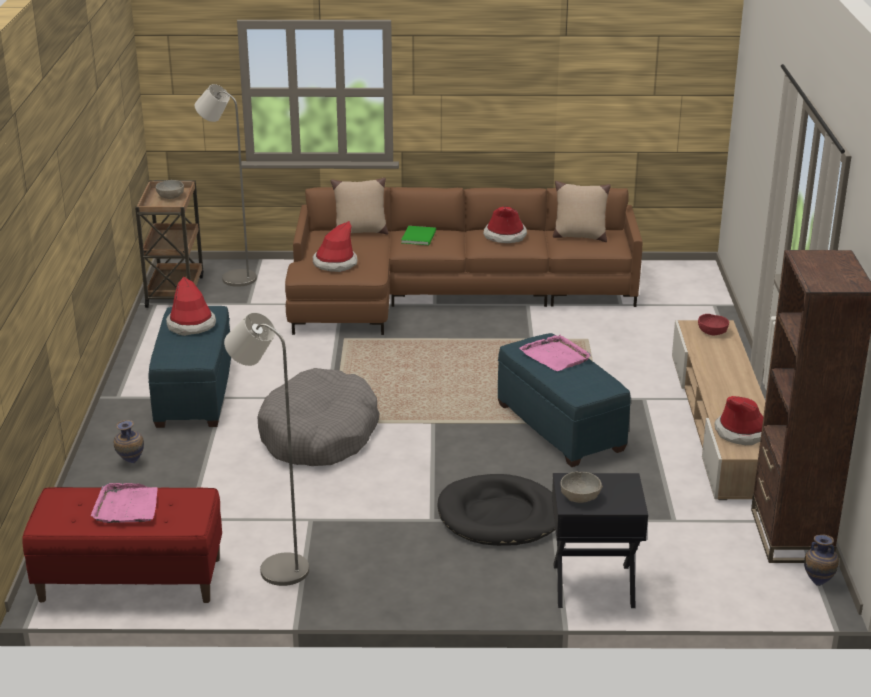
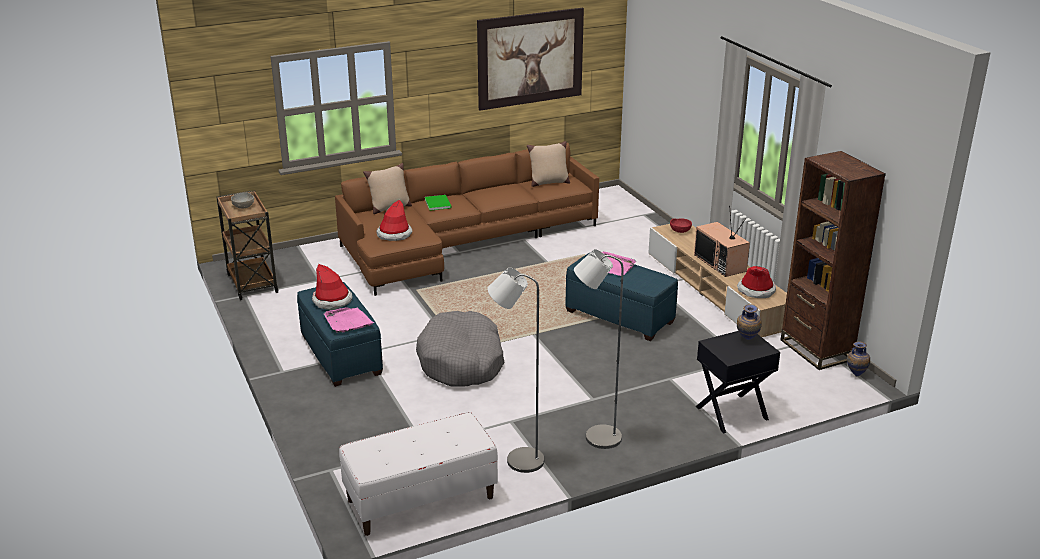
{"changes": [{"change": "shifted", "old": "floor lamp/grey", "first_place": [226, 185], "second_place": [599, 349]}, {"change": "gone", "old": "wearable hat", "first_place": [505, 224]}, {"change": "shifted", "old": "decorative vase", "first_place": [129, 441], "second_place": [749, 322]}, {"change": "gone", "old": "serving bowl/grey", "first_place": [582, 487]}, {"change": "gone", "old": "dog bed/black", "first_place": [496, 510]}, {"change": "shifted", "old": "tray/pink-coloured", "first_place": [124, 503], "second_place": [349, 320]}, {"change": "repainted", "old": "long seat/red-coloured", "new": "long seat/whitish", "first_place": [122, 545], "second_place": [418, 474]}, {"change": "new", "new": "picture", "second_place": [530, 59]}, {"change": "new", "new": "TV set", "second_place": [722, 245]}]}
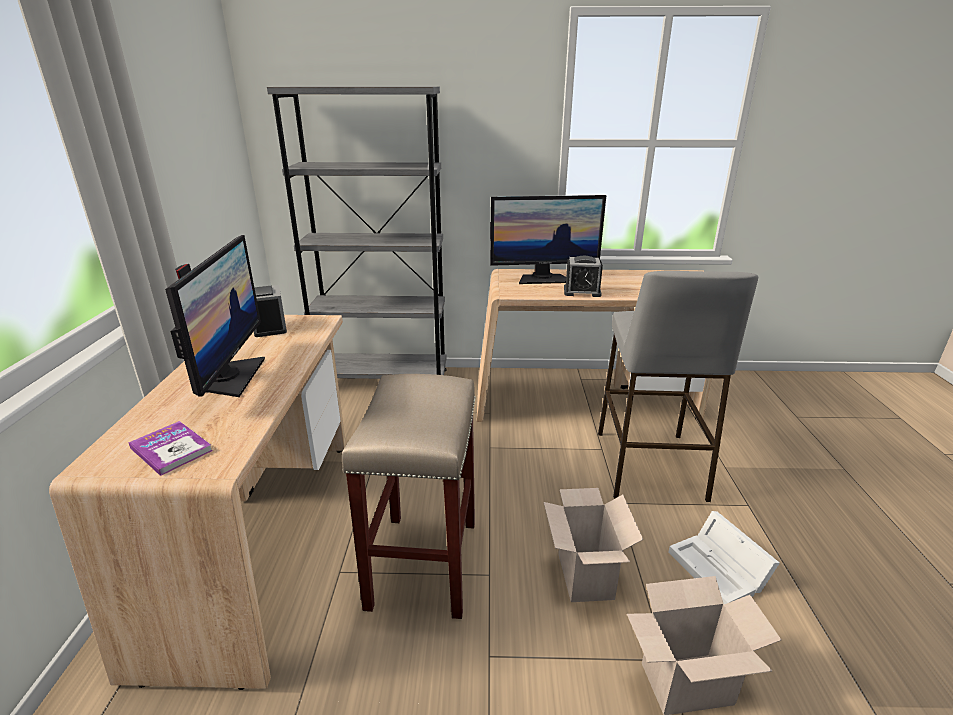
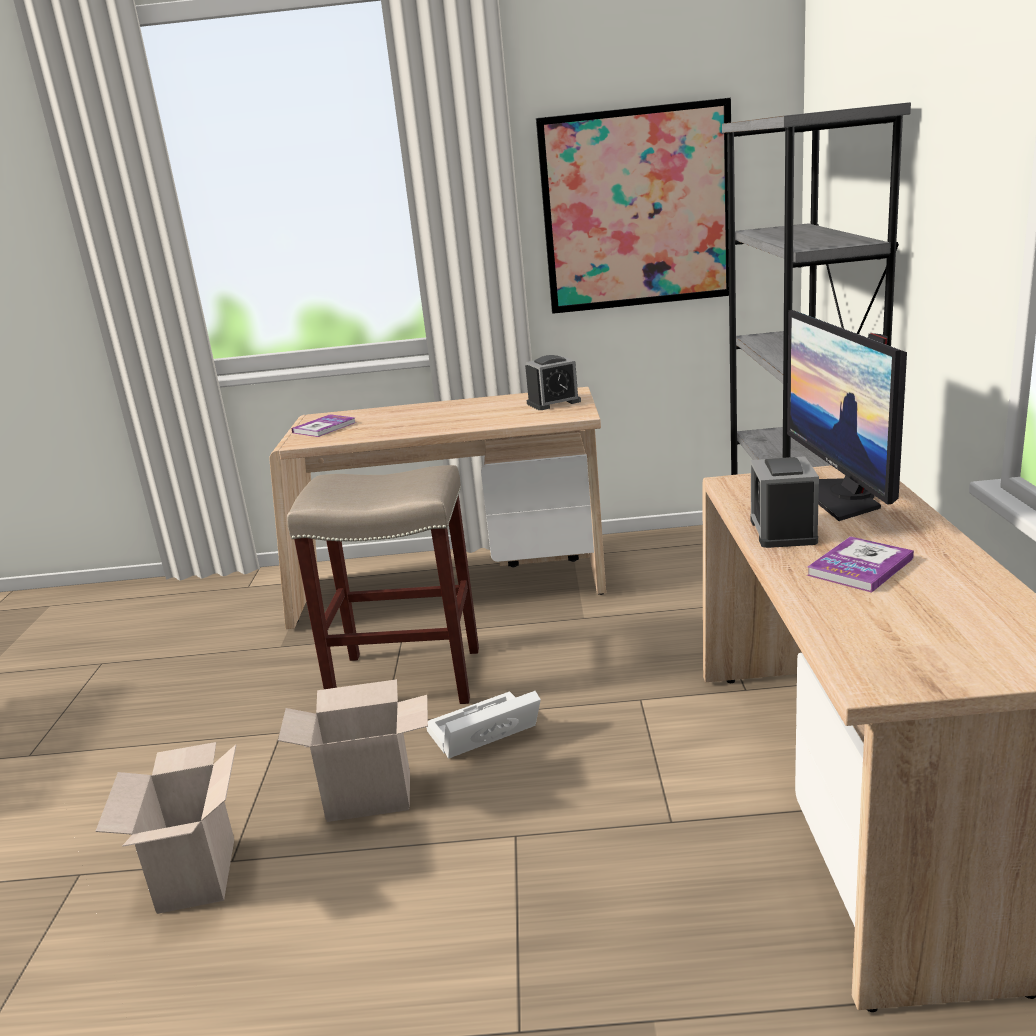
{"changes": [{"change": "gone", "old": "computer display", "first_place": [215, 316]}, {"change": "gone", "old": "stool/grey", "first_place": [678, 386]}, {"change": "shifted", "old": "storage bin/whitish", "first_place": [724, 557], "second_place": [483, 725]}, {"change": "new", "new": "picture", "second_place": [633, 206]}, {"change": "new", "new": "volume", "second_place": [860, 564]}]}
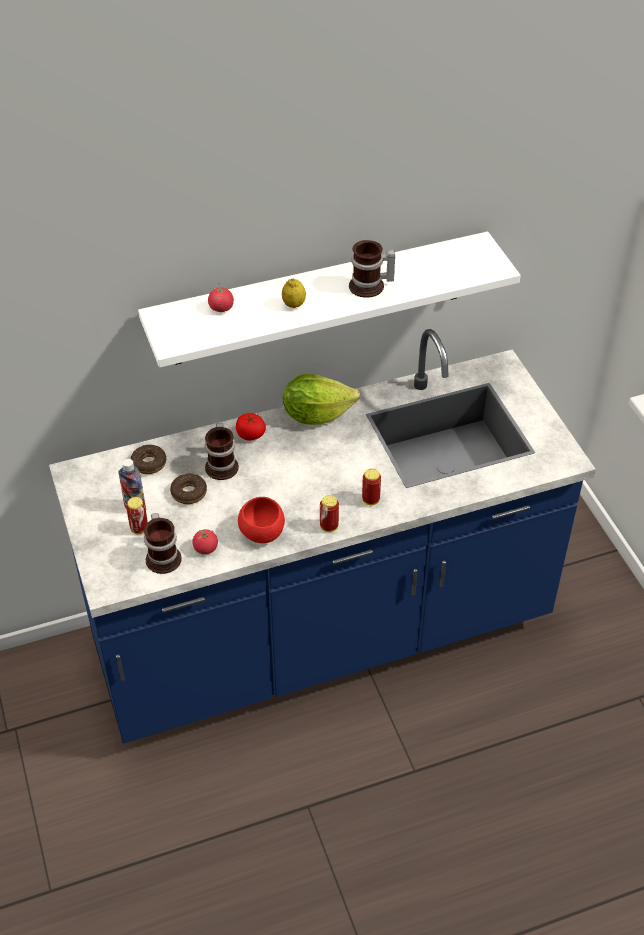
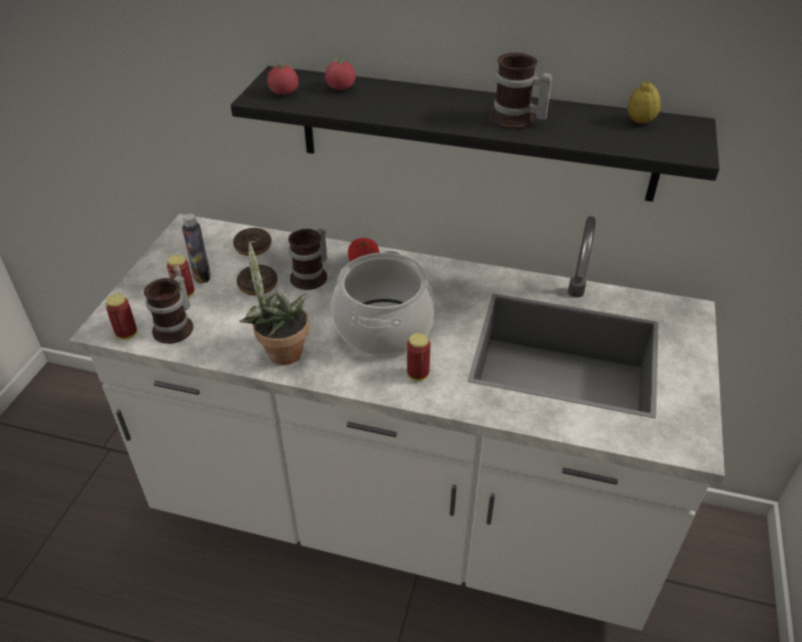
{"changes": [{"change": "repainted", "old": "wall shelf/whitish", "new": "wall shelf/black", "first_place": [329, 299], "second_place": [475, 134]}, {"change": "shifted", "old": "citrus fruit", "first_place": [294, 293], "second_place": [644, 102]}, {"change": "repainted", "old": "kitchen counter/bluish", "new": "kitchen counter/whitish", "first_place": [322, 536], "second_place": [397, 422]}, {"change": "gone", "old": "lettuce", "first_place": [321, 399]}, {"change": "shifted", "old": "can", "first_place": [329, 513], "second_place": [121, 317]}, {"change": "swapped", "old": "serving bowl/red-coloured", "new": "houseplant", "first_place": [261, 520], "second_place": [274, 303]}, {"change": "shifted", "old": "tomato", "first_place": [205, 541], "second_place": [282, 78]}, {"change": "new", "new": "cooking pot", "second_place": [383, 303]}]}
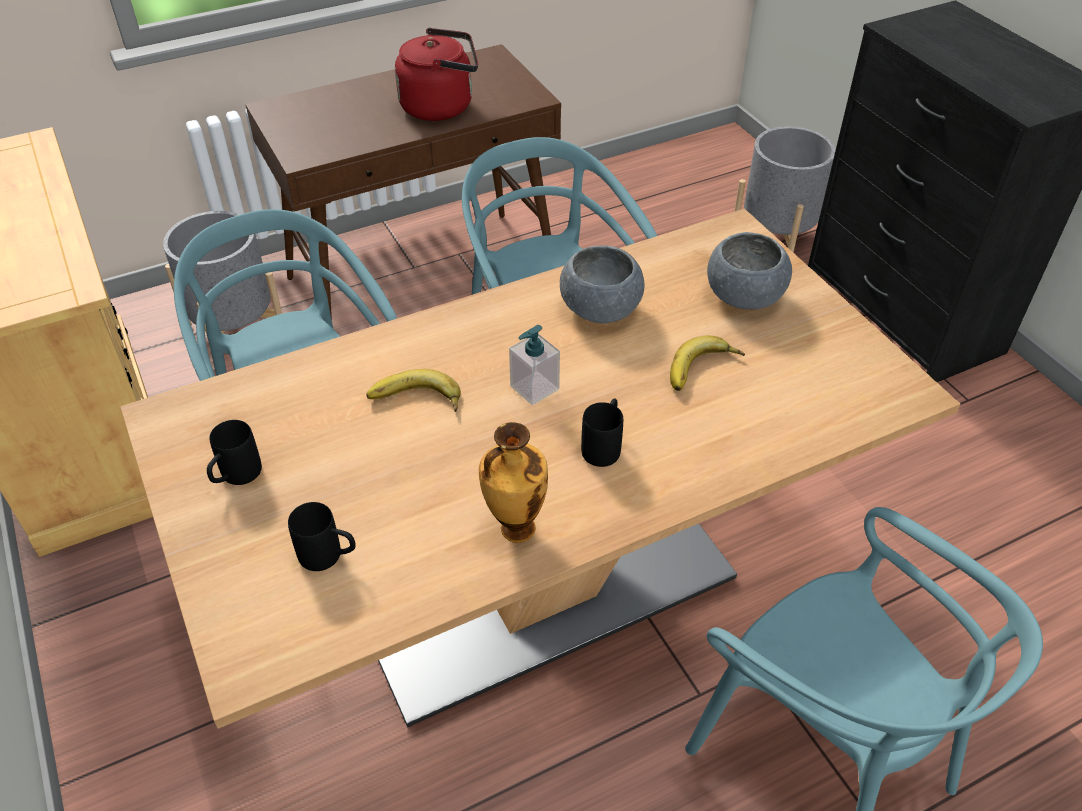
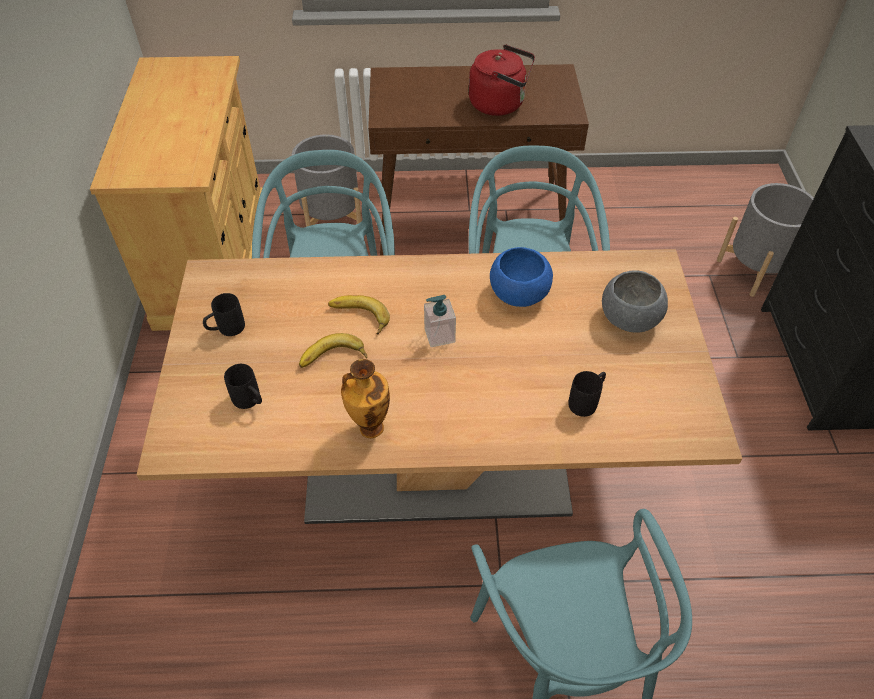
{"changes": [{"change": "repainted", "old": "serving bowl/grey", "new": "serving bowl/bluish", "first_place": [602, 284], "second_place": [521, 277]}, {"change": "shifted", "old": "banana", "first_place": [707, 363], "second_place": [333, 350]}, {"change": "shifted", "old": "tea mug/black", "first_place": [602, 432], "second_place": [587, 394]}]}
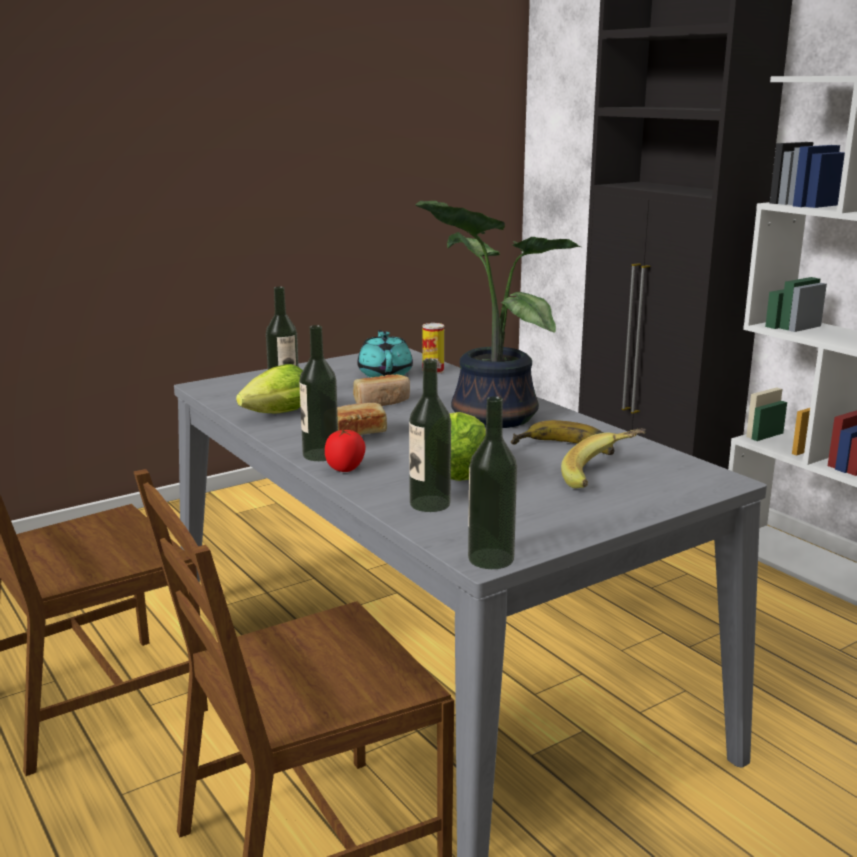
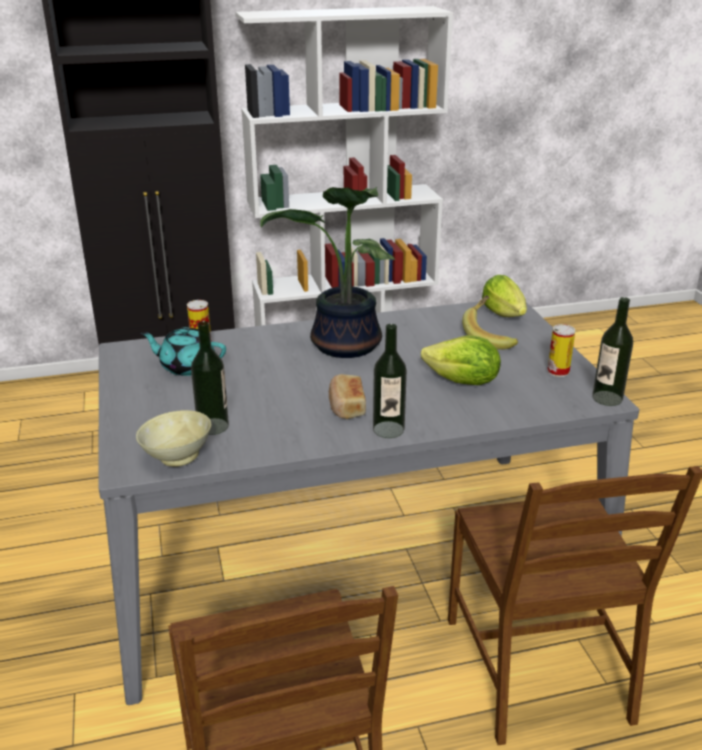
{"changes": [{"change": "gone", "old": "drink bottle", "first_place": [430, 435]}, {"change": "shifted", "old": "lettuce", "first_place": [269, 389], "second_place": [504, 296]}, {"change": "gone", "old": "bakery bread", "first_place": [381, 390]}, {"change": "gone", "old": "banana", "first_place": [563, 437]}, {"change": "gone", "old": "tomato", "first_place": [345, 451]}, {"change": "new", "new": "can", "second_place": [561, 350]}, {"change": "new", "new": "serving bowl/sand-coloured", "second_place": [173, 438]}]}
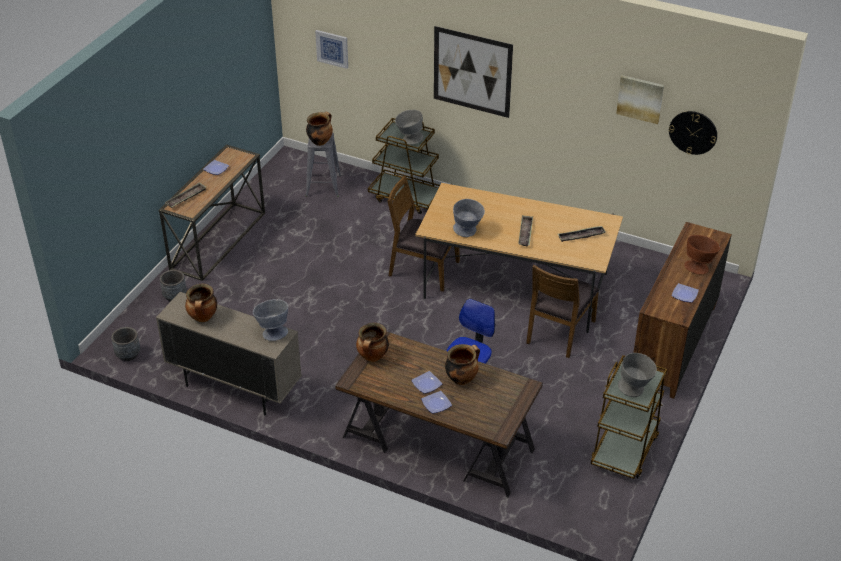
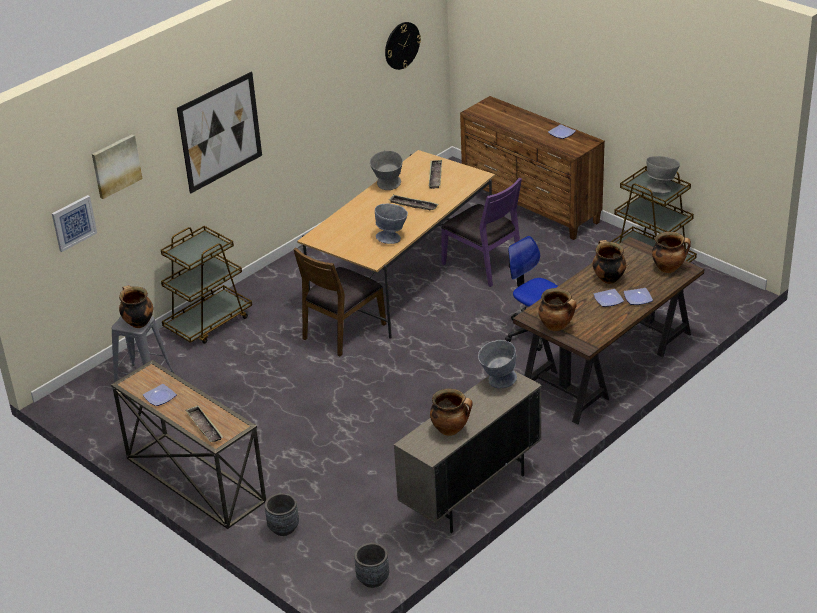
{"changes": [{"change": "shifted", "old": "picture", "first_place": [640, 99], "second_place": [117, 166]}, {"change": "shifted", "old": "serving bowl/grey", "first_place": [409, 127], "second_place": [386, 170]}, {"change": "gone", "old": "serving bowl/brown", "first_place": [702, 254]}, {"change": "repainted", "old": "upright chair/brown", "new": "upright chair/purple", "first_place": [562, 311], "second_place": [481, 232]}, {"change": "new", "new": "cooking pot", "second_place": [671, 252]}]}
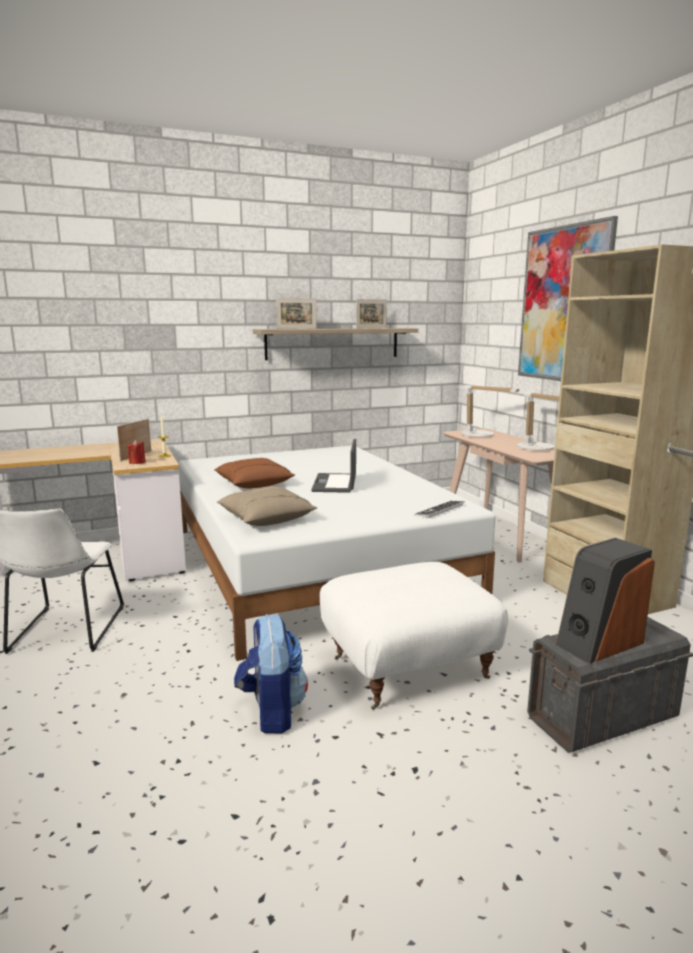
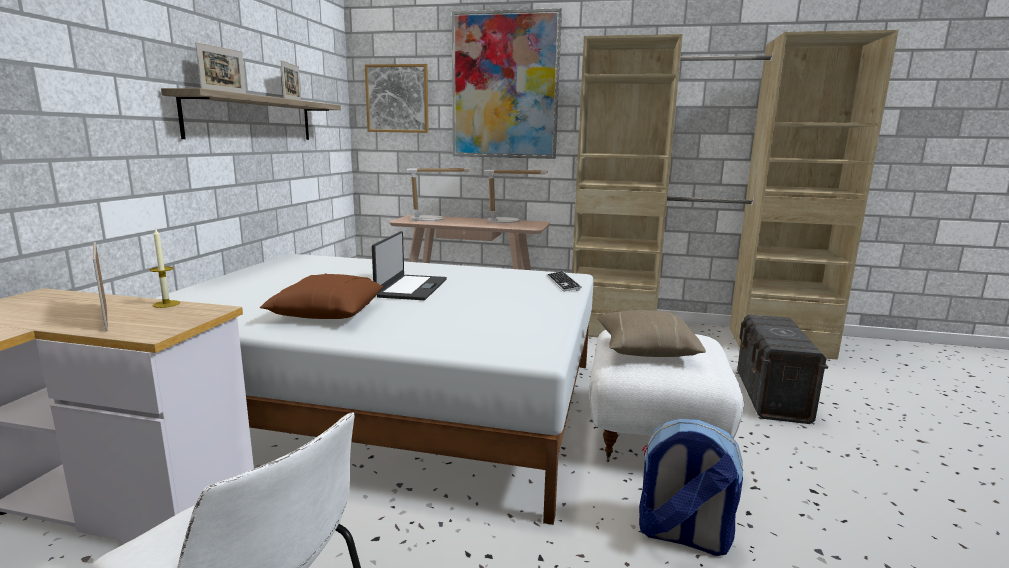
{"changes": [{"change": "rotated", "old": "portable computer", "first_place": [333, 466], "second_place": [409, 265], "degrees": -120}, {"change": "gone", "old": "candle/red-coloured", "first_place": [137, 452]}, {"change": "shifted", "old": "cushion/sand-coloured", "first_place": [267, 506], "second_place": [651, 333]}, {"change": "gone", "old": "loudspeaker", "first_place": [605, 601]}, {"change": "new", "new": "picture", "second_place": [397, 98]}]}
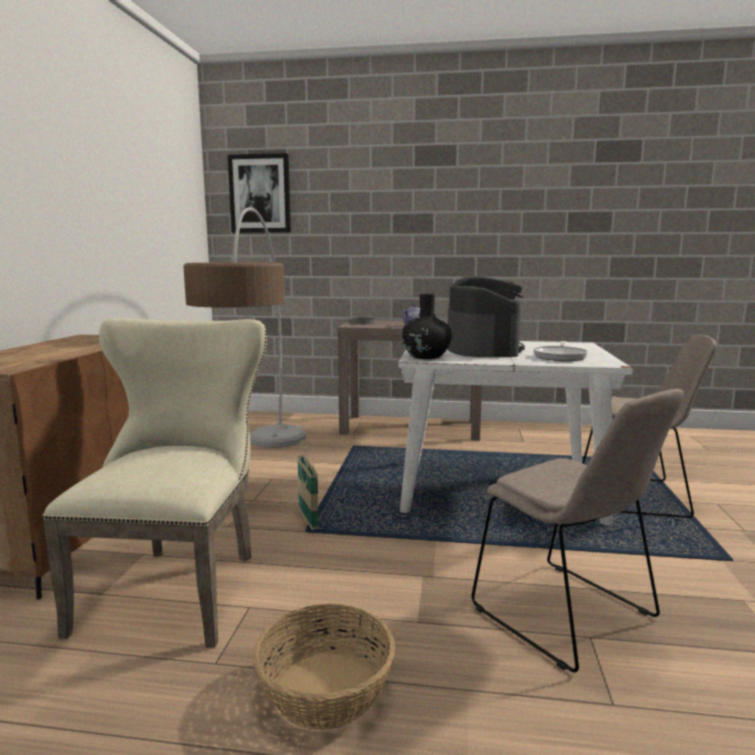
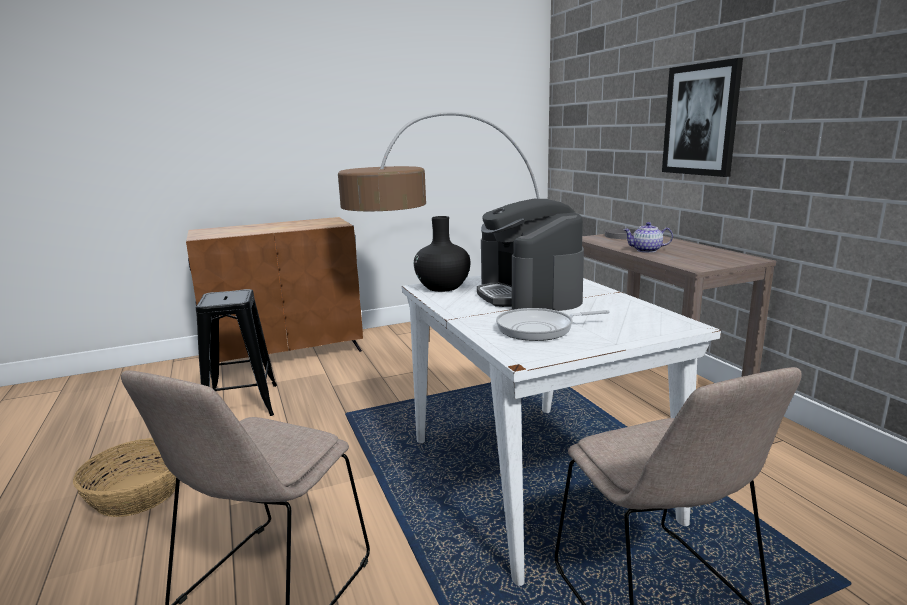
{"changes": [{"change": "shifted", "old": "picture", "first_place": [259, 193], "second_place": [702, 117]}, {"change": "rotated", "old": "coffee maker", "first_place": [486, 316], "second_place": [530, 255], "degrees": 105}, {"change": "swapped", "old": "upright chair/sand-coloured", "new": "stool/black", "first_place": [154, 483], "second_place": [236, 352]}, {"change": "gone", "old": "storage basket", "first_place": [308, 485]}]}
